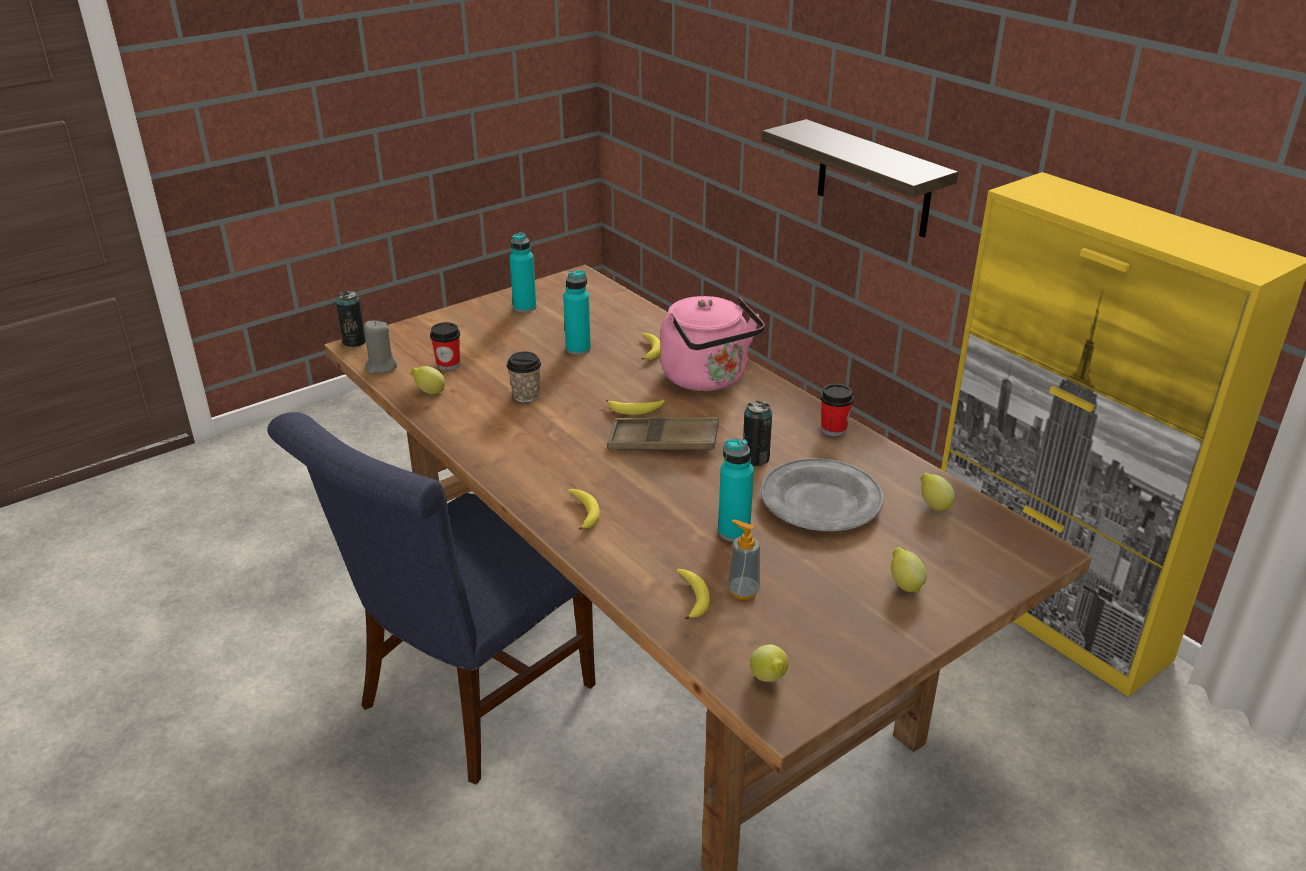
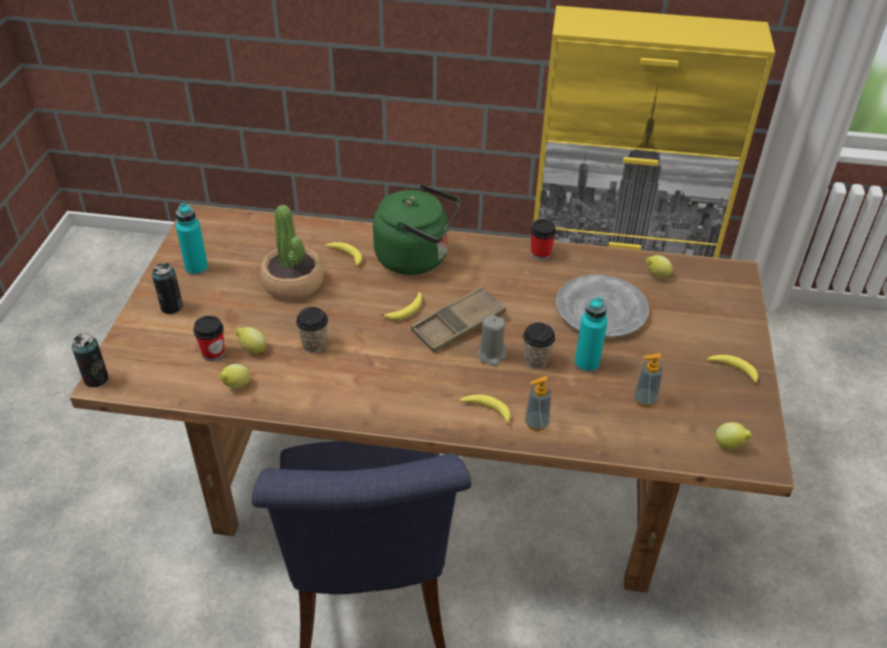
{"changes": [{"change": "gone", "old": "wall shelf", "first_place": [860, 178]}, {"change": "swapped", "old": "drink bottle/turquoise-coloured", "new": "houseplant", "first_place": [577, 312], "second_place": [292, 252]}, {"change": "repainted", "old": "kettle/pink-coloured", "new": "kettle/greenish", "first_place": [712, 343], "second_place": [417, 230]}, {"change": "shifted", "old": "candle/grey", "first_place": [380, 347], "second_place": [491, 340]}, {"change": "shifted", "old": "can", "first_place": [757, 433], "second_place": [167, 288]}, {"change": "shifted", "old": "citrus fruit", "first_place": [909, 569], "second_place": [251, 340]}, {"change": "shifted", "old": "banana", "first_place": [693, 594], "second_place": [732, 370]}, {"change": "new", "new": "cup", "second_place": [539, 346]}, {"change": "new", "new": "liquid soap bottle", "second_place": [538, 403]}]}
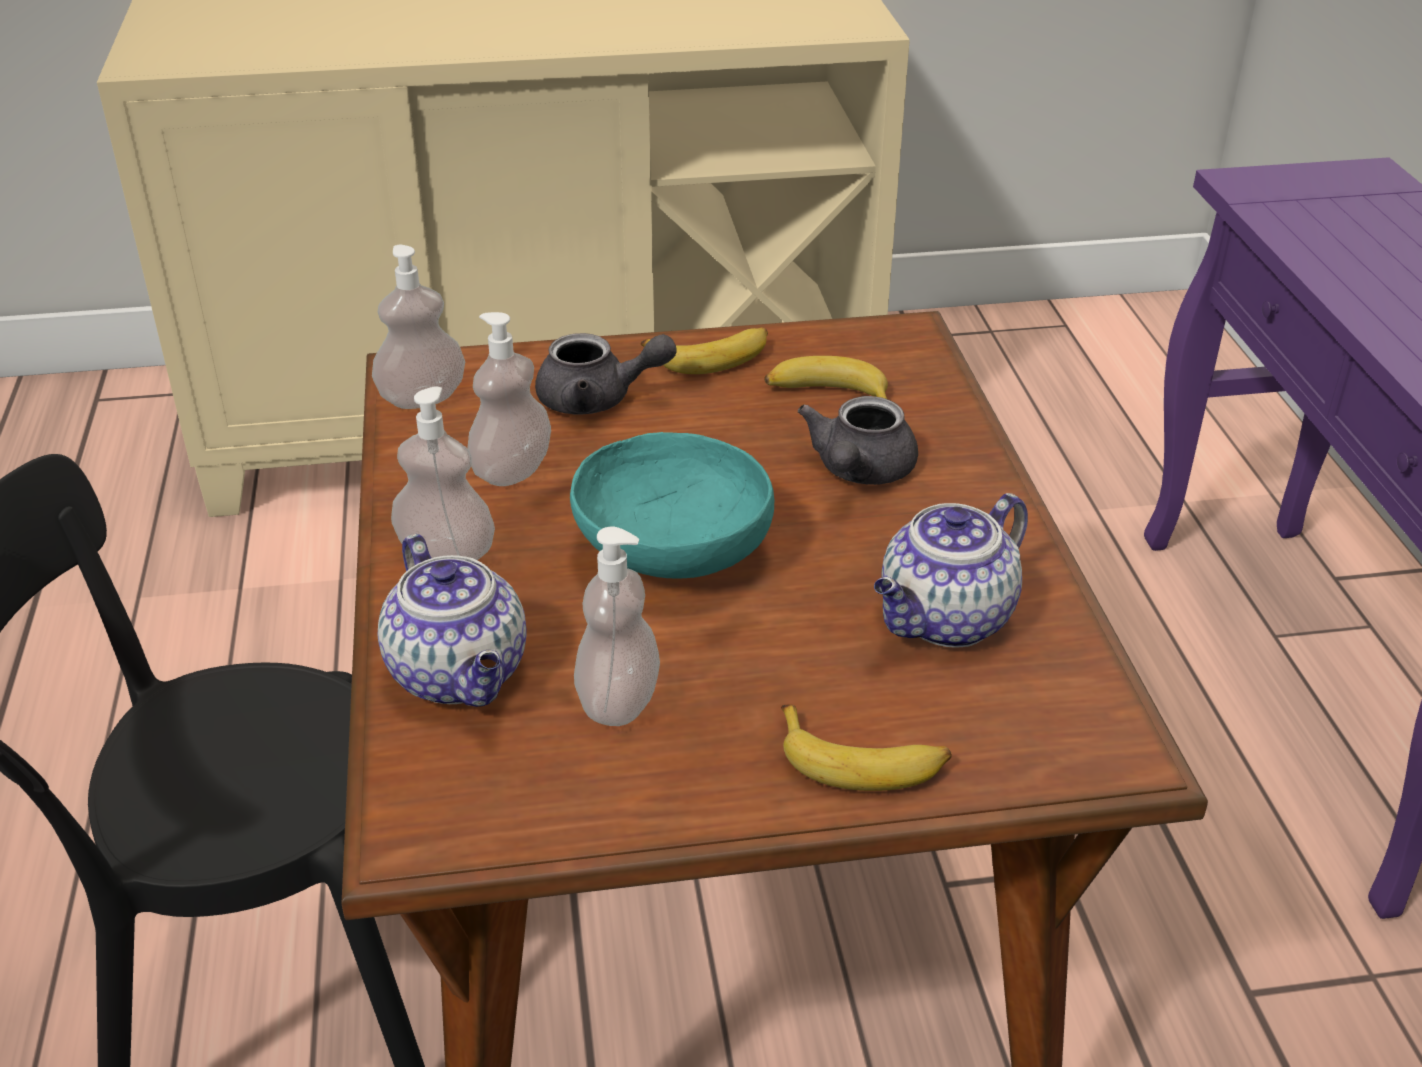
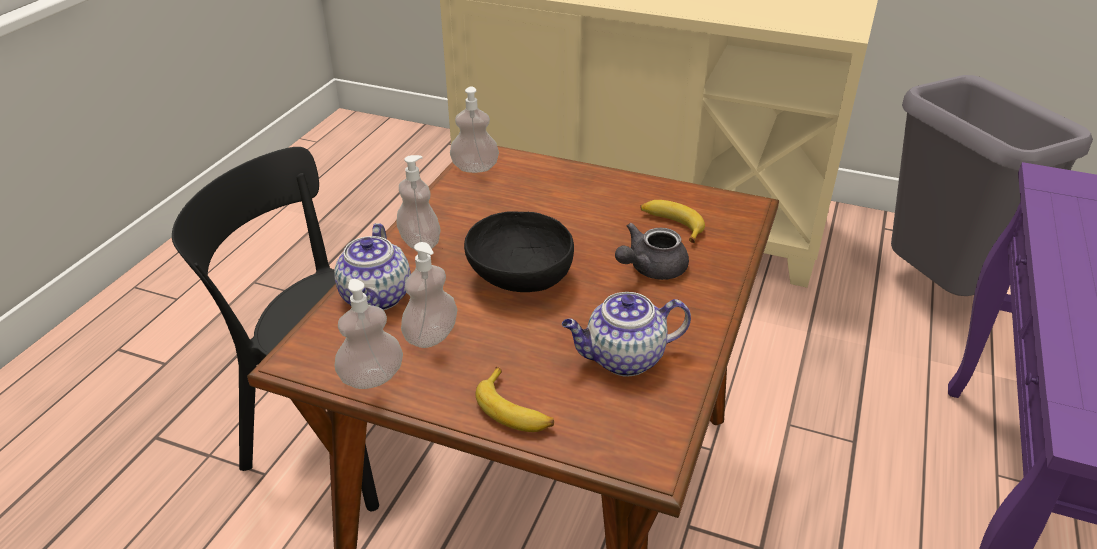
{"changes": [{"change": "shifted", "old": "liquid soap bottle", "first_place": [509, 399], "second_place": [369, 334]}, {"change": "gone", "old": "banana", "first_place": [704, 351]}, {"change": "gone", "old": "pot for tea/grey", "first_place": [606, 373]}, {"change": "repainted", "old": "serving bowl/turquoise-coloured", "new": "serving bowl/black", "first_place": [672, 505], "second_place": [519, 251]}, {"change": "new", "new": "rubbish bin/grey", "second_place": [992, 185]}]}
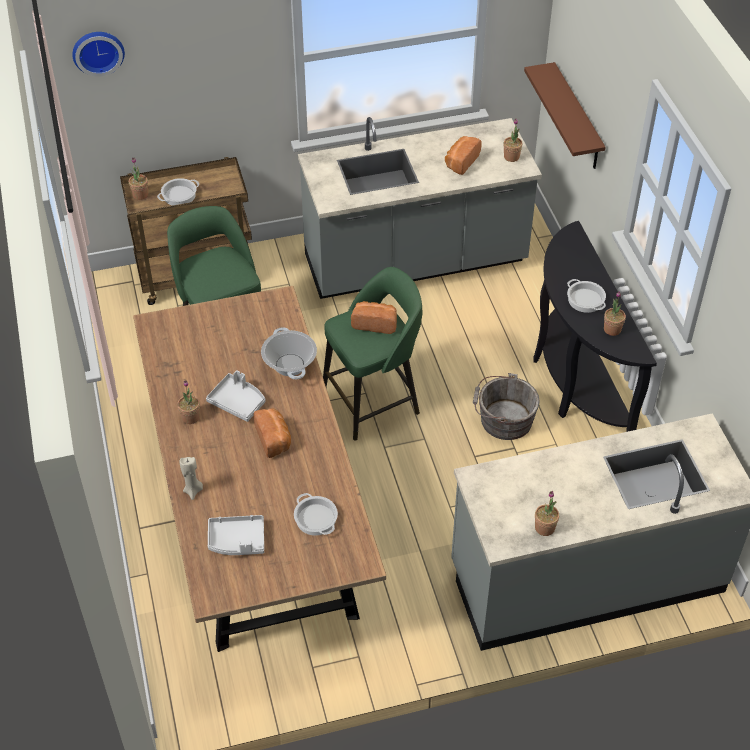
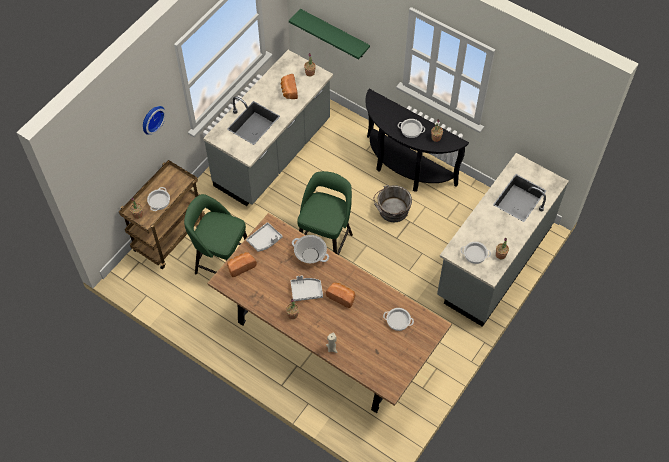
{"changes": [{"change": "shifted", "old": "wall clock", "first_place": [98, 54], "second_place": [154, 120]}, {"change": "repainted", "old": "wall shelf/brown", "new": "wall shelf/greenish", "first_place": [565, 115], "second_place": [329, 34]}, {"change": "shifted", "old": "bakery bread", "first_place": [374, 317], "second_place": [242, 264]}, {"change": "shifted", "old": "tray/grey", "first_place": [236, 535], "second_place": [264, 237]}, {"change": "new", "new": "cooking pot", "second_place": [475, 253]}]}
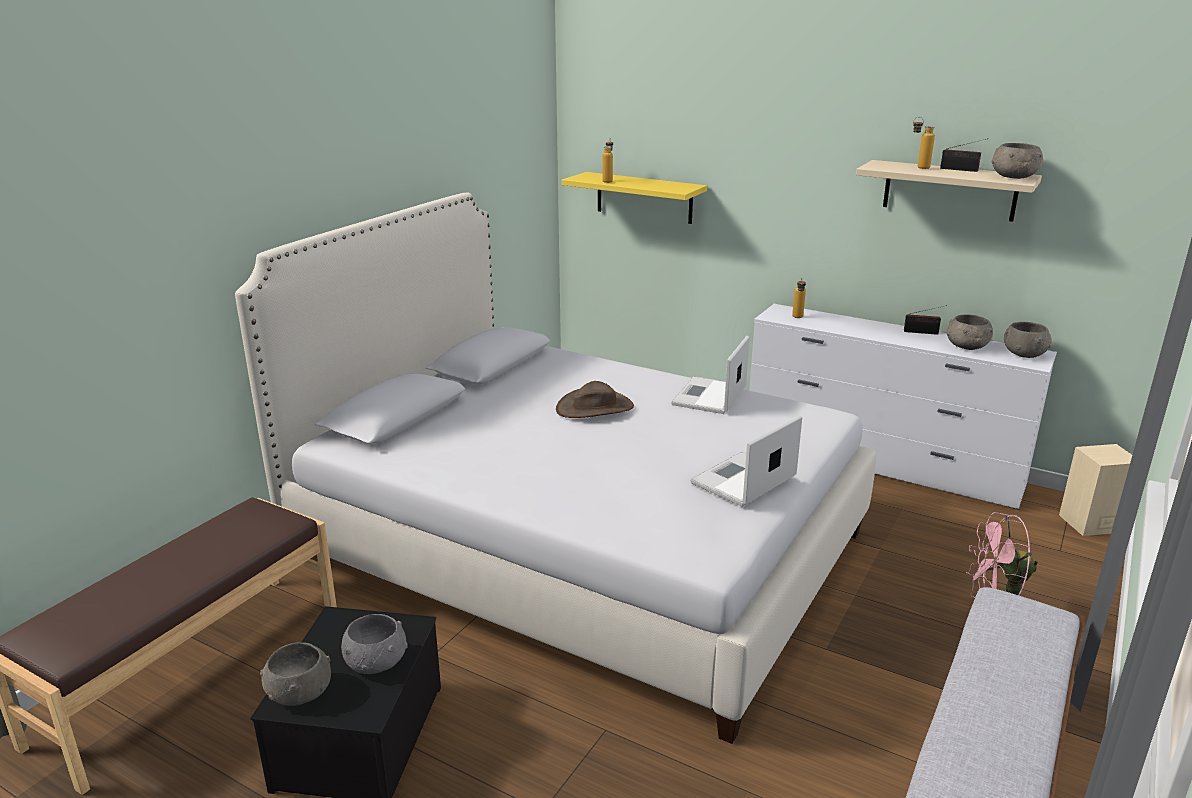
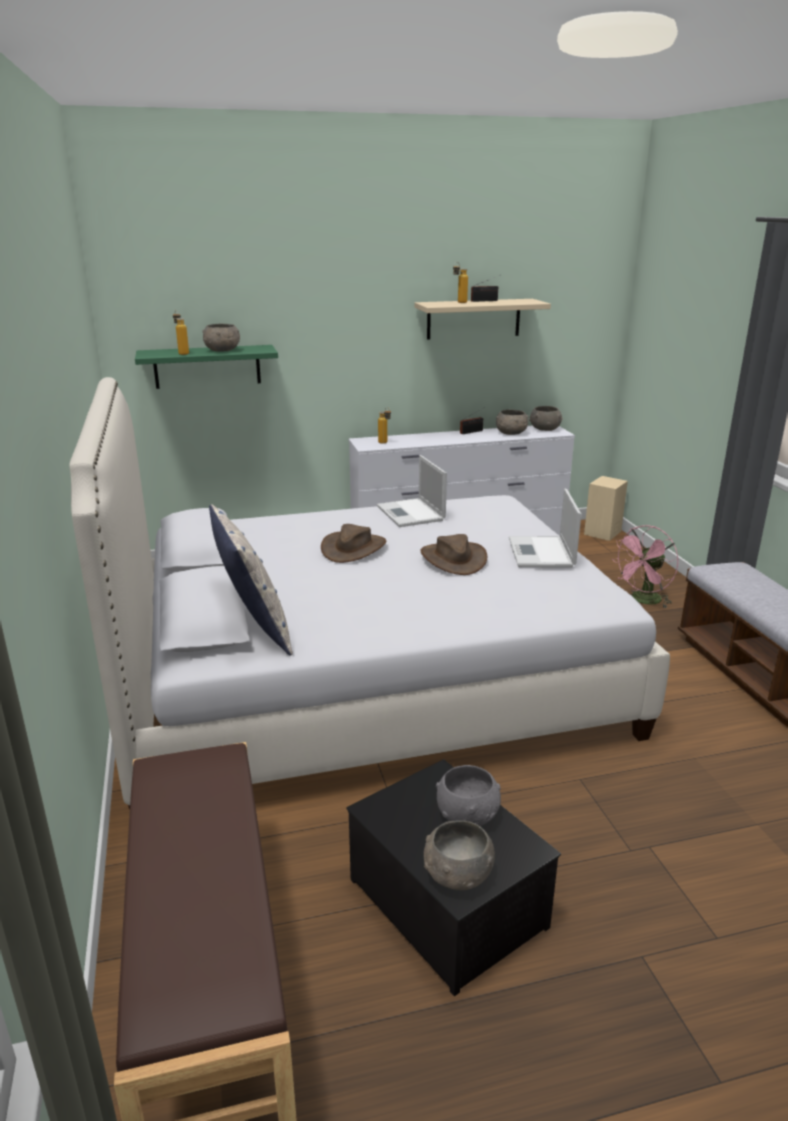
{"changes": [{"change": "shifted", "old": "serving bowl/grey", "first_place": [1017, 161], "second_place": [221, 337]}, {"change": "repainted", "old": "wall shelf/yellow", "new": "wall shelf/greenish", "first_place": [634, 198], "second_place": [206, 367]}, {"change": "new", "new": "cushion", "second_place": [251, 580]}, {"change": "new", "new": "wearable hat/brown", "second_place": [454, 554]}]}
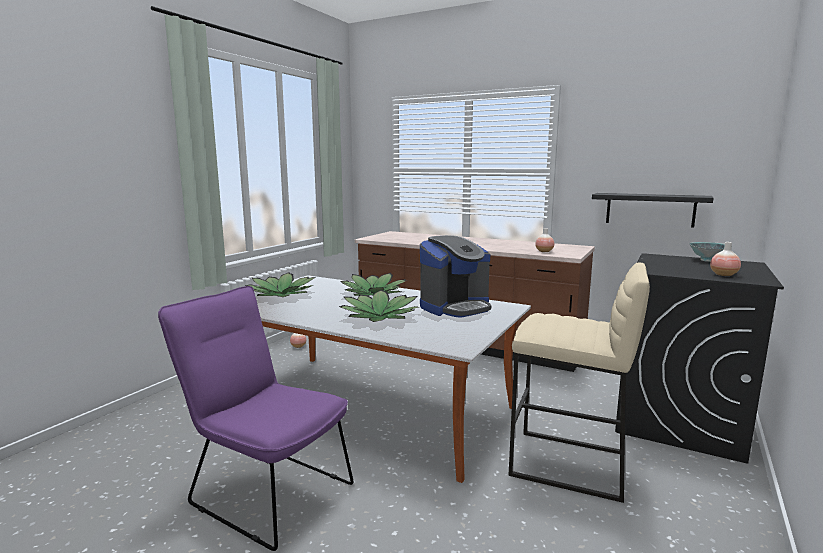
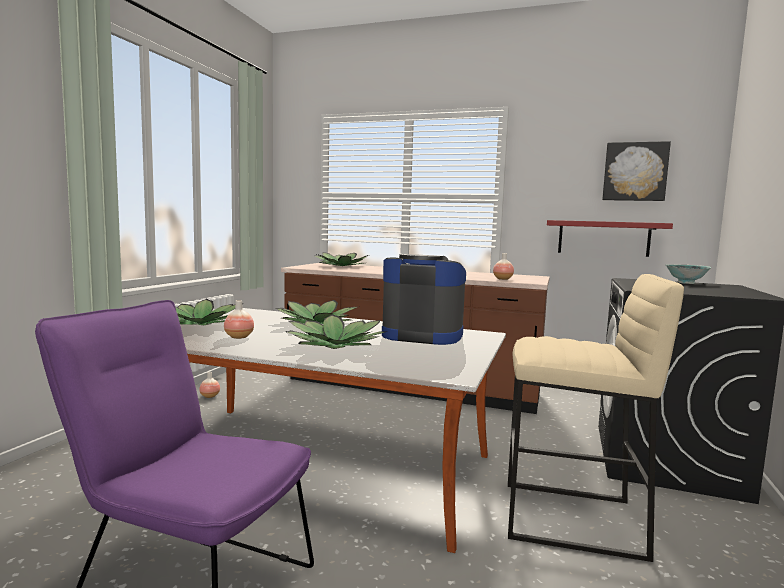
{"changes": [{"change": "repainted", "old": "wall shelf/black", "new": "wall shelf/red-coloured", "first_place": [653, 210], "second_place": [610, 238]}, {"change": "rotated", "old": "coffee maker", "first_place": [455, 276], "second_place": [424, 299], "degrees": -120}, {"change": "shifted", "old": "decorative vase", "first_place": [725, 259], "second_place": [239, 319]}, {"change": "new", "new": "picture", "second_place": [636, 171]}, {"change": "new", "new": "houseplant", "second_place": [341, 259]}]}
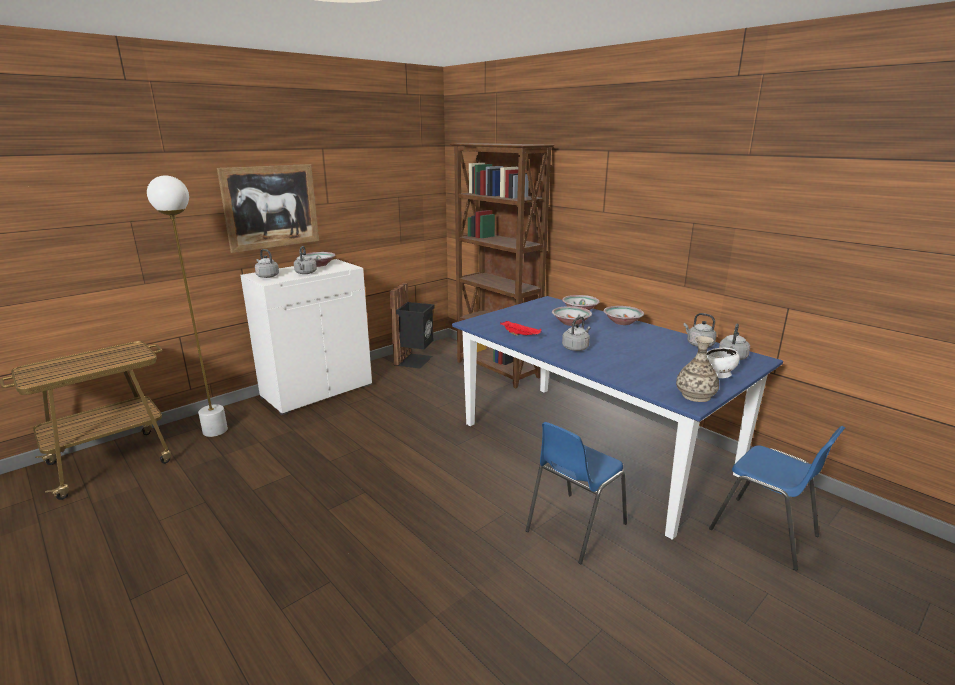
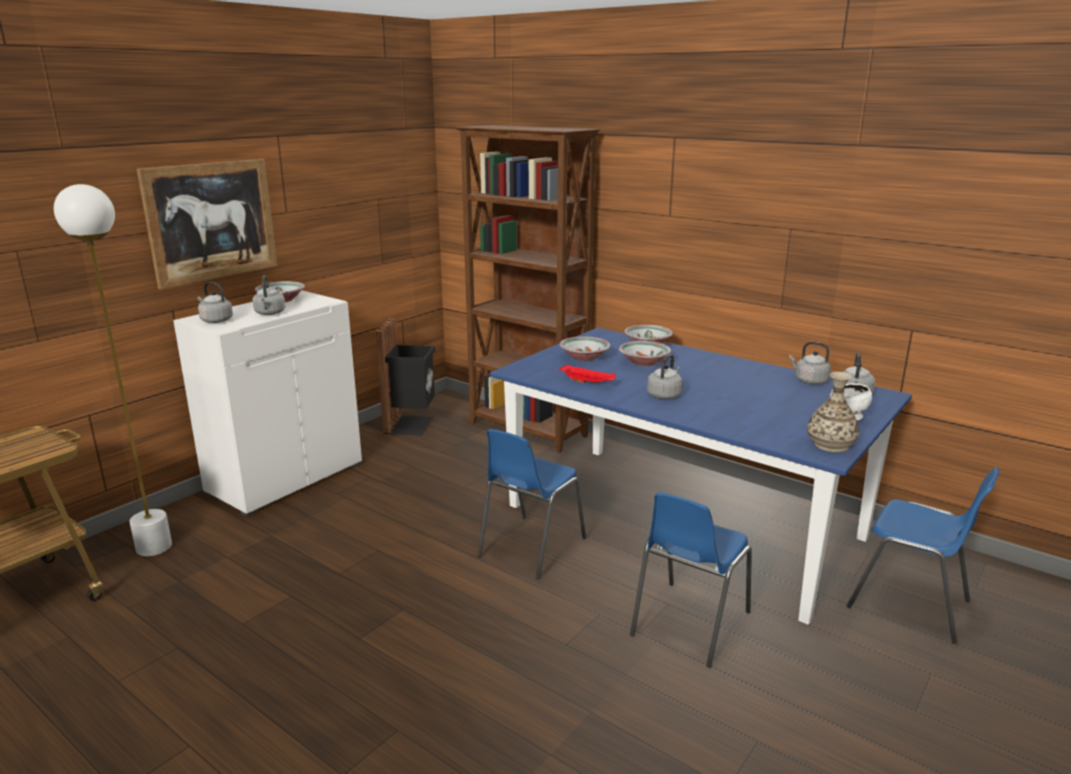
{"changes": [{"change": "shifted", "old": "serving bowl", "first_place": [624, 315], "second_place": [585, 348]}, {"change": "new", "new": "upright chair/bluish", "second_place": [532, 504]}]}
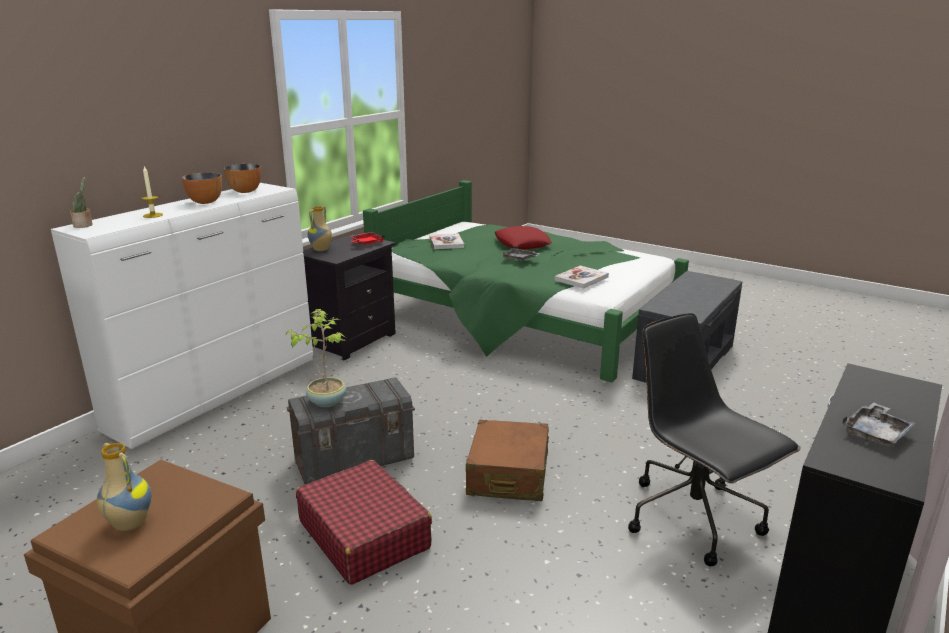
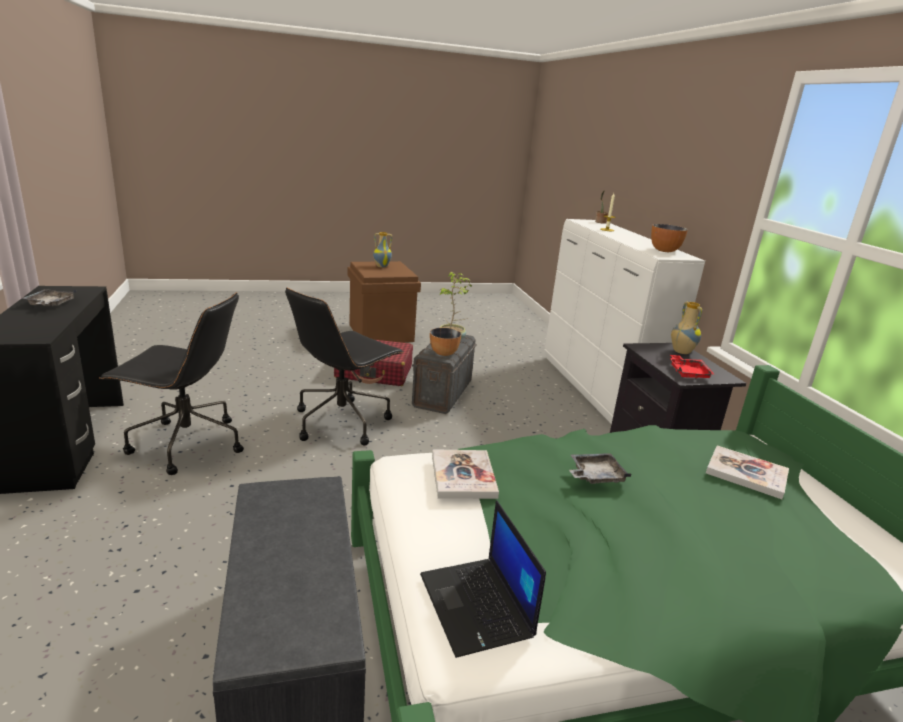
{"changes": [{"change": "shifted", "old": "serving bowl", "first_place": [202, 188], "second_place": [445, 342]}, {"change": "gone", "old": "cushion/red-coloured", "first_place": [523, 237]}, {"change": "swapped", "old": "suitcase/brown", "new": "office chair/black", "first_place": [507, 460], "second_place": [344, 367]}, {"change": "new", "new": "portable computer", "second_place": [483, 579]}]}
